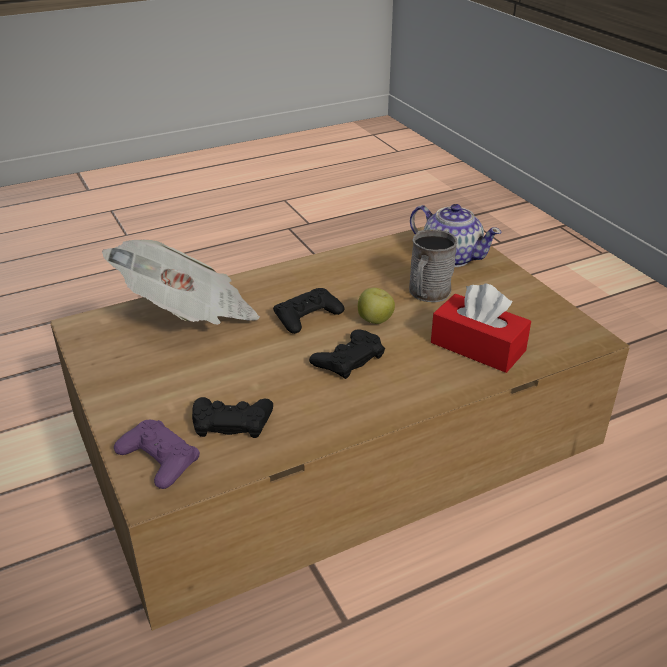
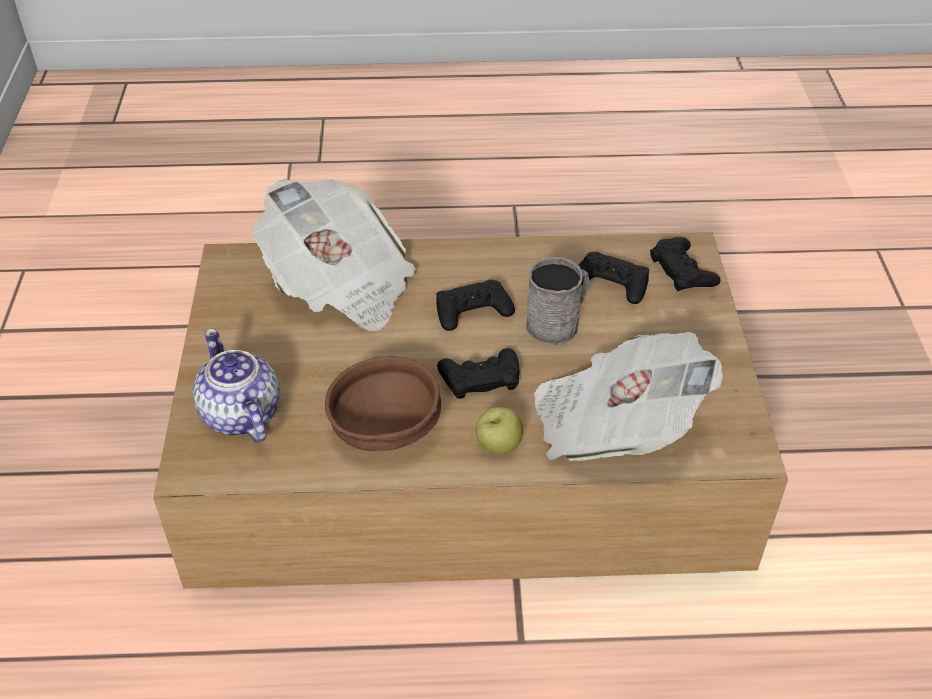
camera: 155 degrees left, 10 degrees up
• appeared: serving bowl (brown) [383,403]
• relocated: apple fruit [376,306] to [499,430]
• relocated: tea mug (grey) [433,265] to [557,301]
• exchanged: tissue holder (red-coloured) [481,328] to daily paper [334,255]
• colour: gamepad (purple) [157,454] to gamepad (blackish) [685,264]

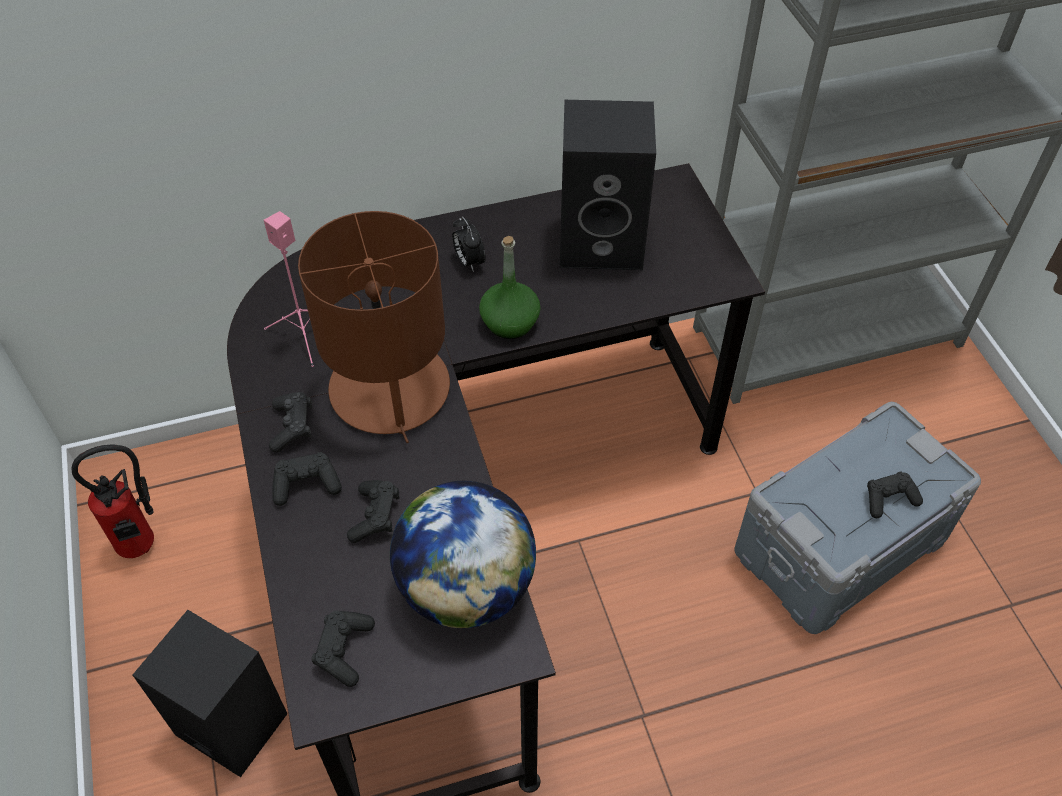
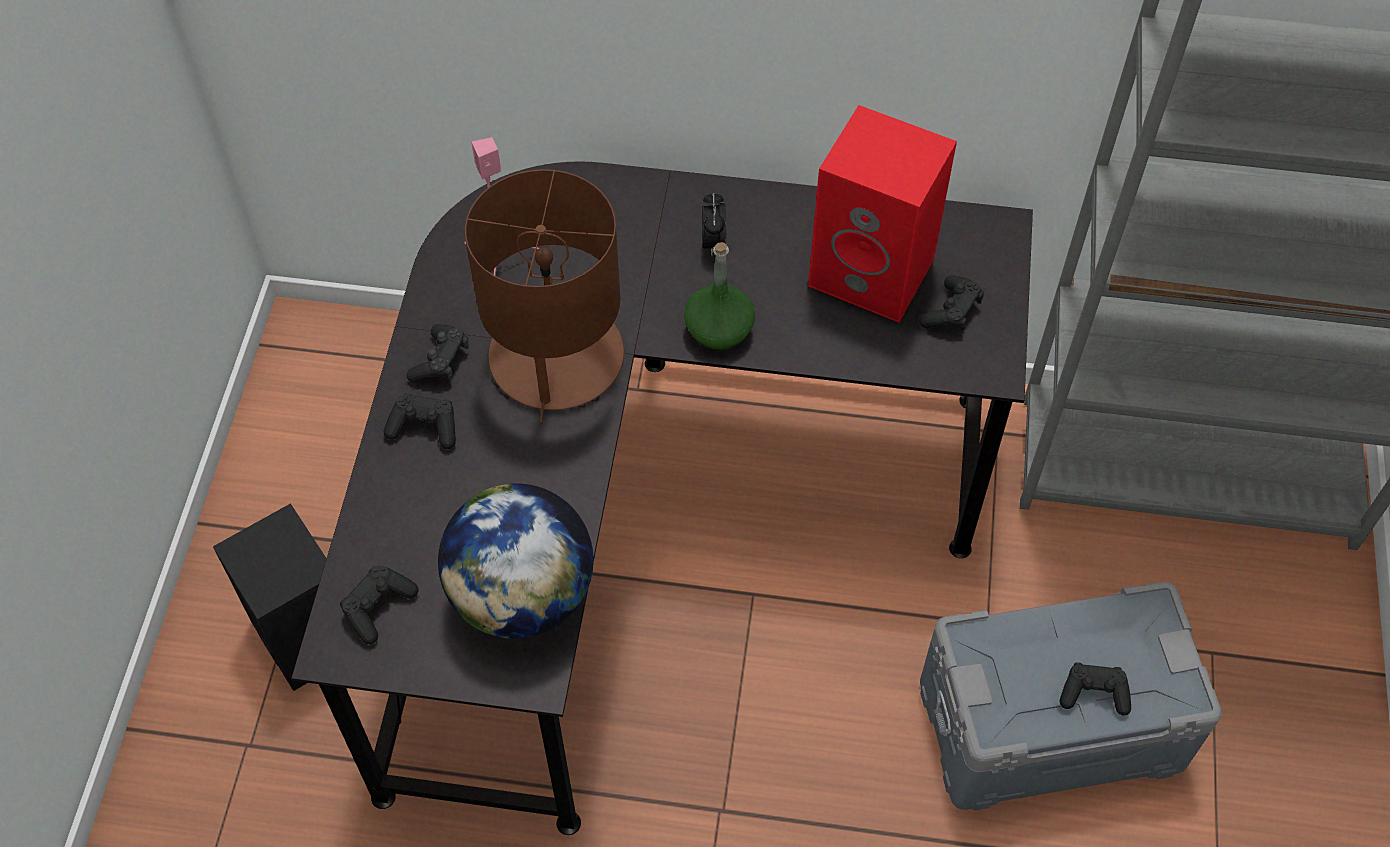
camera: 25 degrees right, 5 degrees up
• missing: fire-fighting cylinder [112,501]
• relocated: gamepad (blackish) [373,511] to [951,303]
• colour: loudspeaker (blackish) [608,185] to loudspeaker (red-coloured) [882,214]

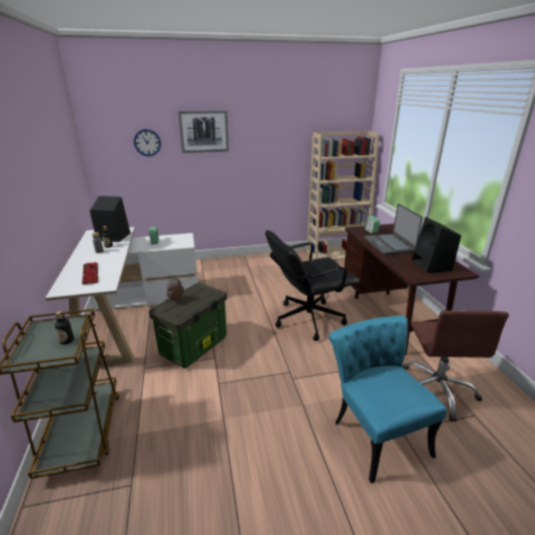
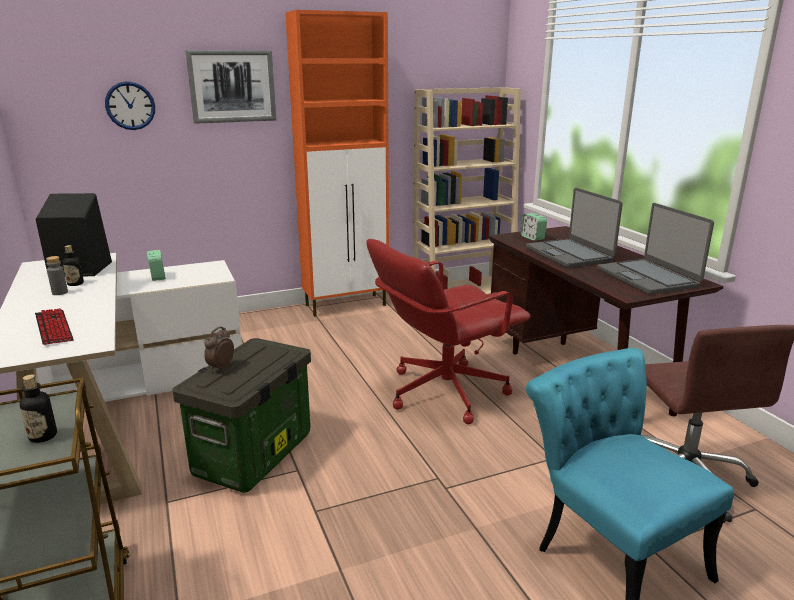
camera: 10 degrees left, 5 degrees down
• appeared: cabinet (orange-coloured) [337,163]
• exchanged: loudspeaker (blackish) [436,245] to notebook computer [655,249]
• colour: desk chair (blackish) [312,285] to desk chair (red-coloured) [448,331]

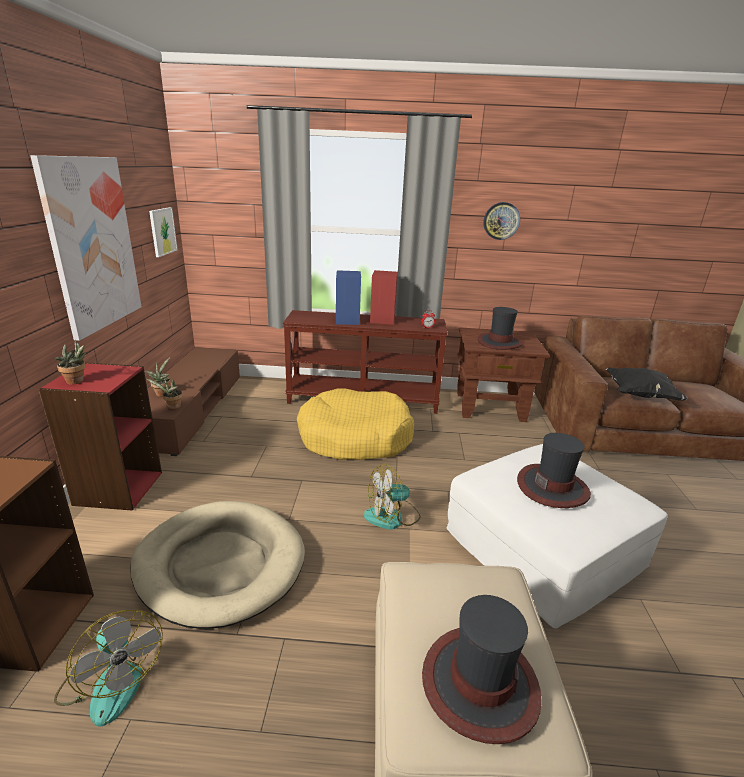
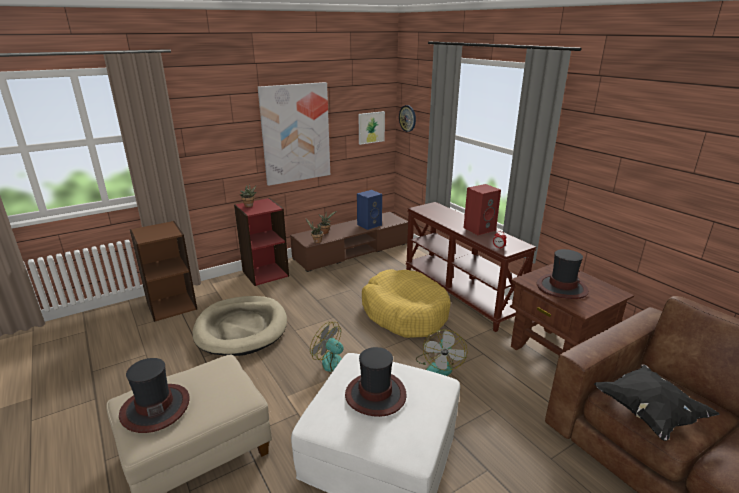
camera: 55 degrees right, 0 degrees up
• relocated: electric fan [108,668] to [441,352]
• relocated: loudspeaker (blue-coloured) [348,297] to [369,210]
• relocated: wall clock [501,221] to [407,118]

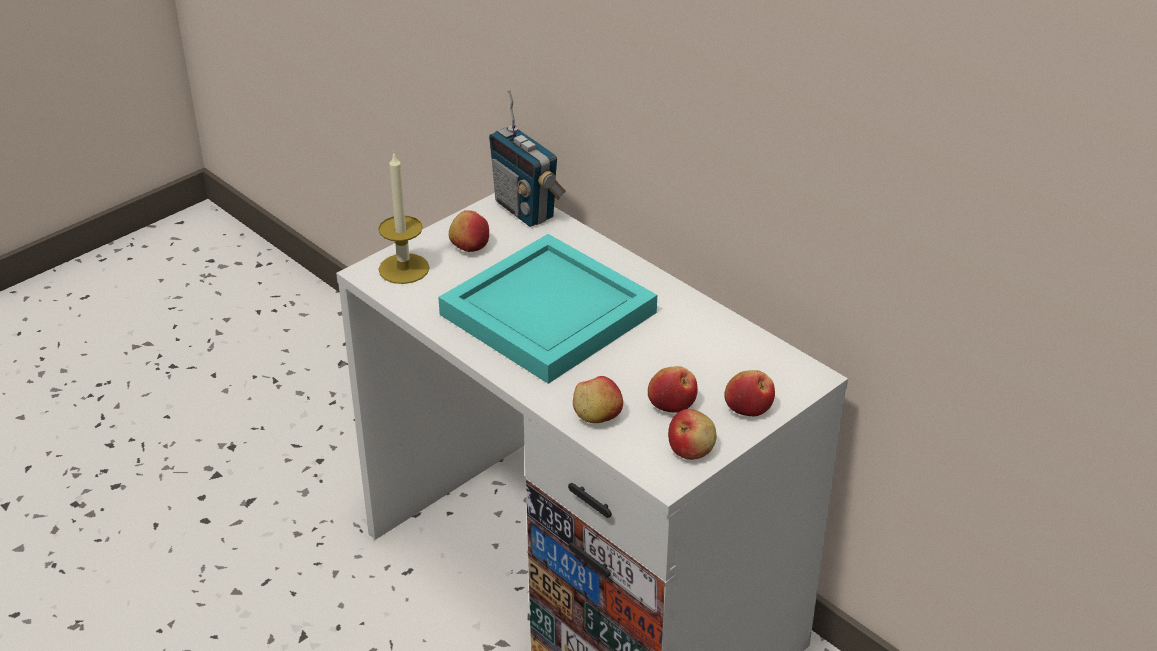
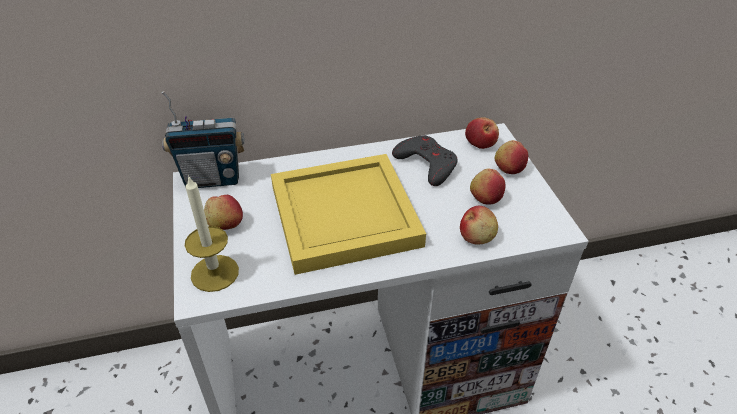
camera: 60 degrees left, 5 degrees up
• appeared: gamepad (grey) [424,160]
• relocated: apple fruit [692,434] to [482,133]
• colour: carrying tray (turquoise) [547,309] to carrying tray (yellowish) [348,214]

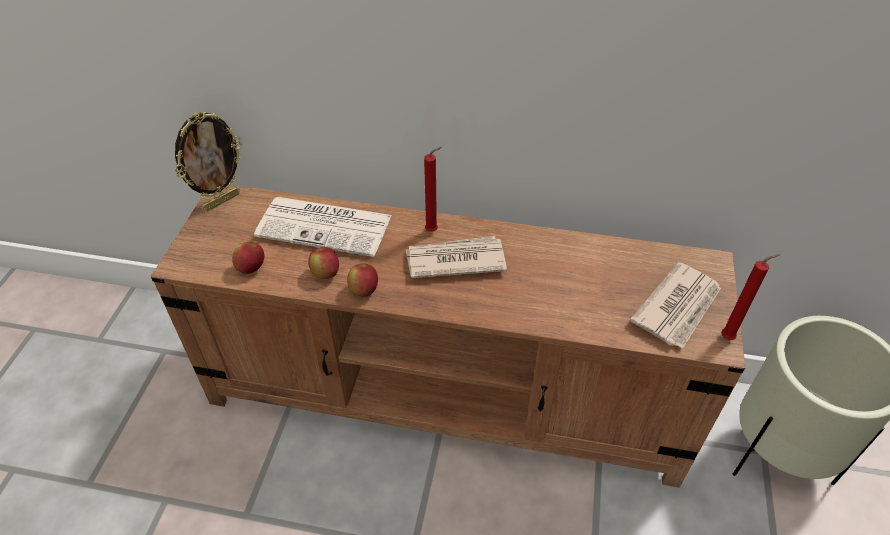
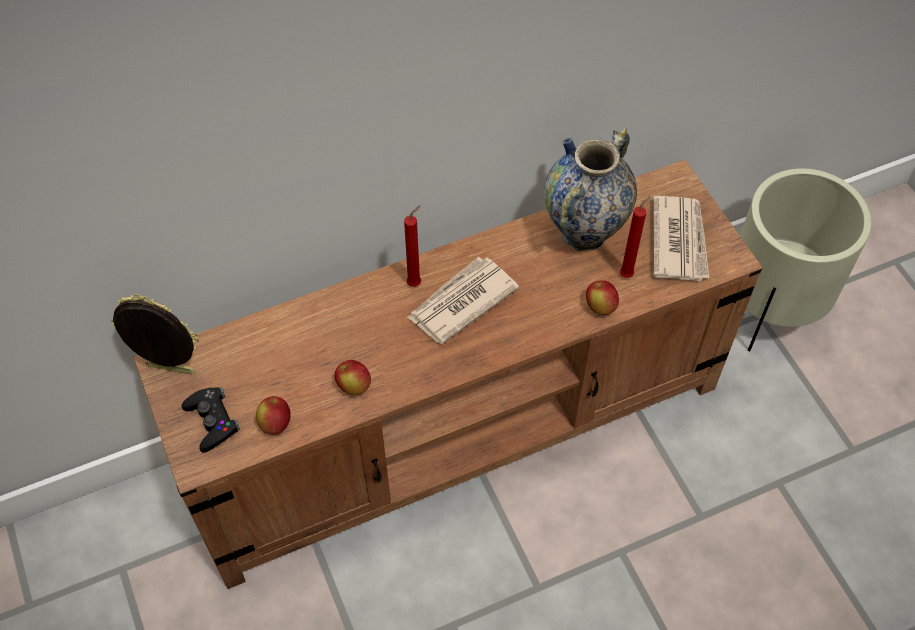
camera: 35 degrees left, 10 degrees up
• missing: daily paper [323,227]
• appeared: gamepad (blackish) [211,420]
• appeared: vase [590,189]
• relocated: apple fruit [362,279] to [602,297]
• relocated: candle (red-coloured) [750,297] to [635,237]
• spun: picture frame [208,161] = [155,334] 90 degrees counterclockwise

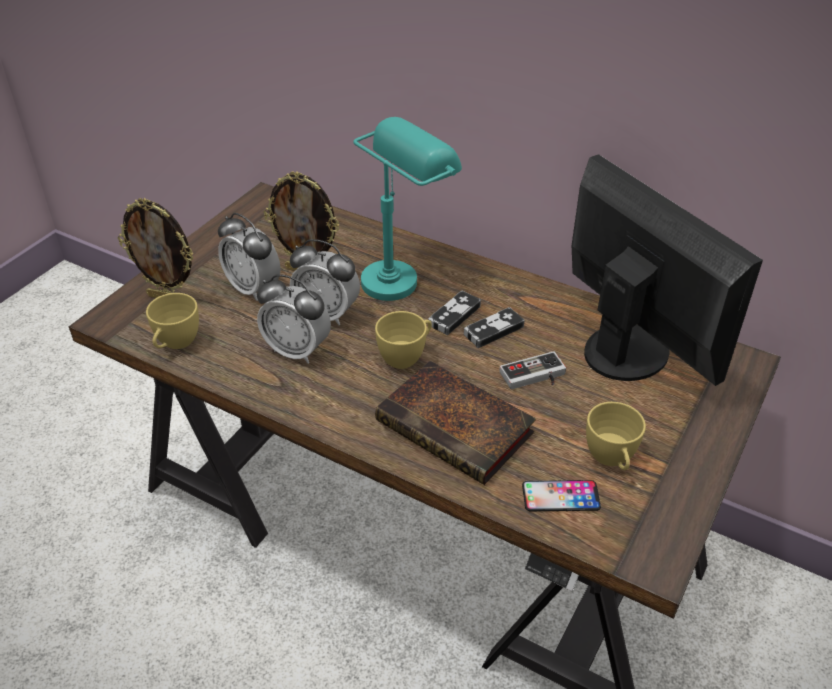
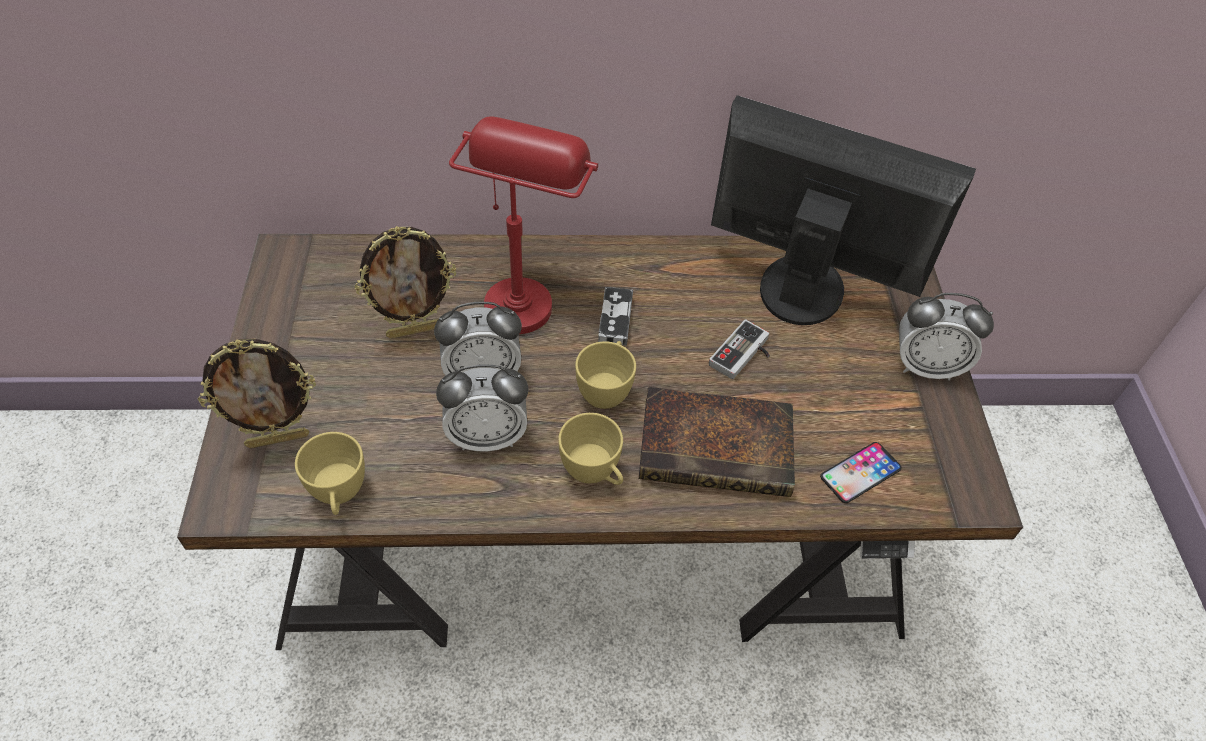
camera: 35 degrees left, 10 degrees up
• missing: gamepad [494,327]
• relocated: alarm clock [249,257] to [946,337]
• relocated: small cup (yellowish) [616,436] to [590,449]
• colour: lamp for a table (turquoise) [407,209] to lamp for a table (red-coloured) [523,225]

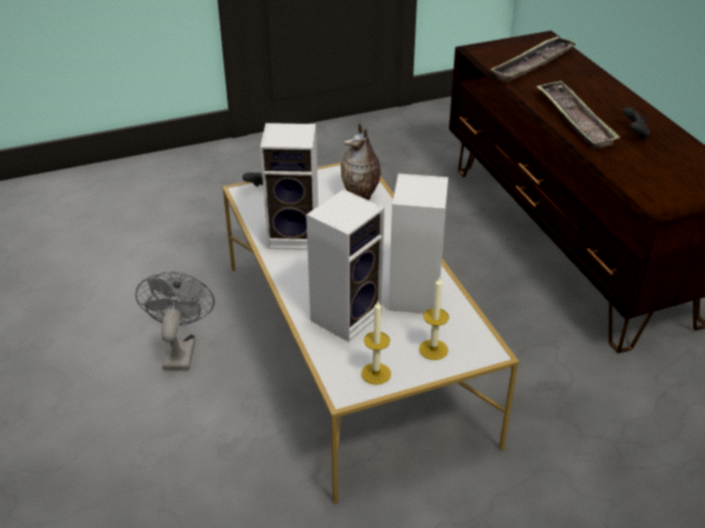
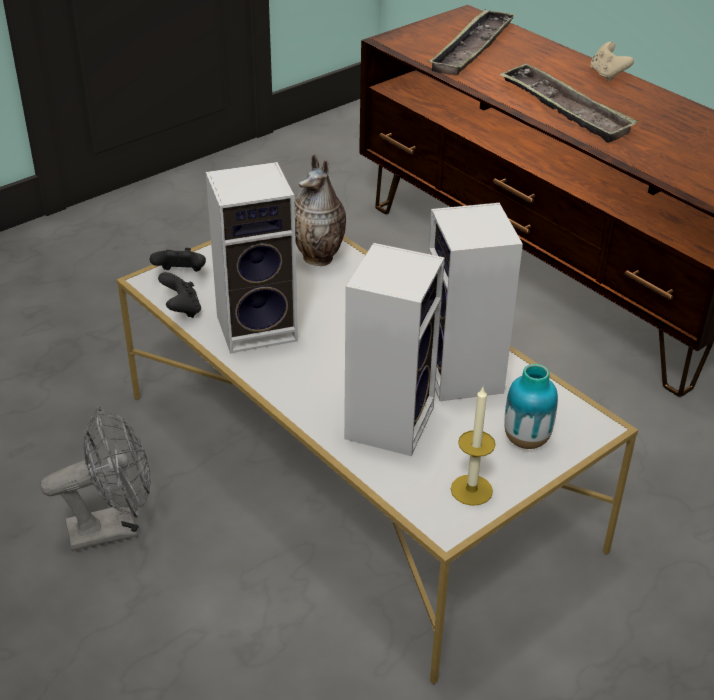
camera: 20 degrees left, 0 degrees up
• appeared: gamepad (beige) [612,62]
• relocated: gamepad (blackish) [636,123] to [179,295]
• exchanged: candle [434,319] to vase [531,406]
• spun: electric fan (grey) [174,320] = [95,479] 90 degrees clockwise

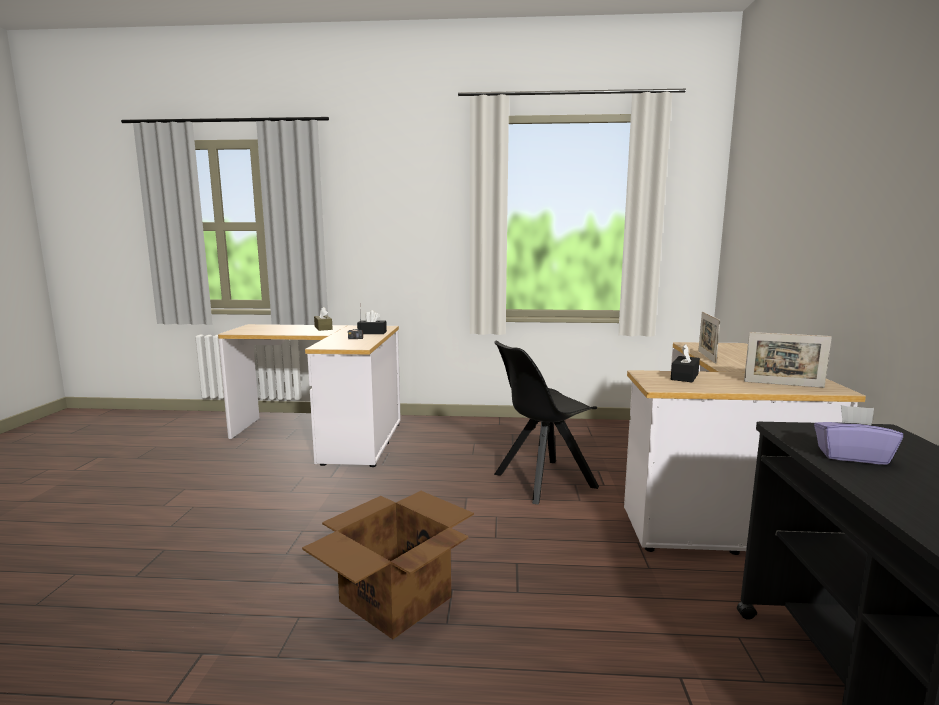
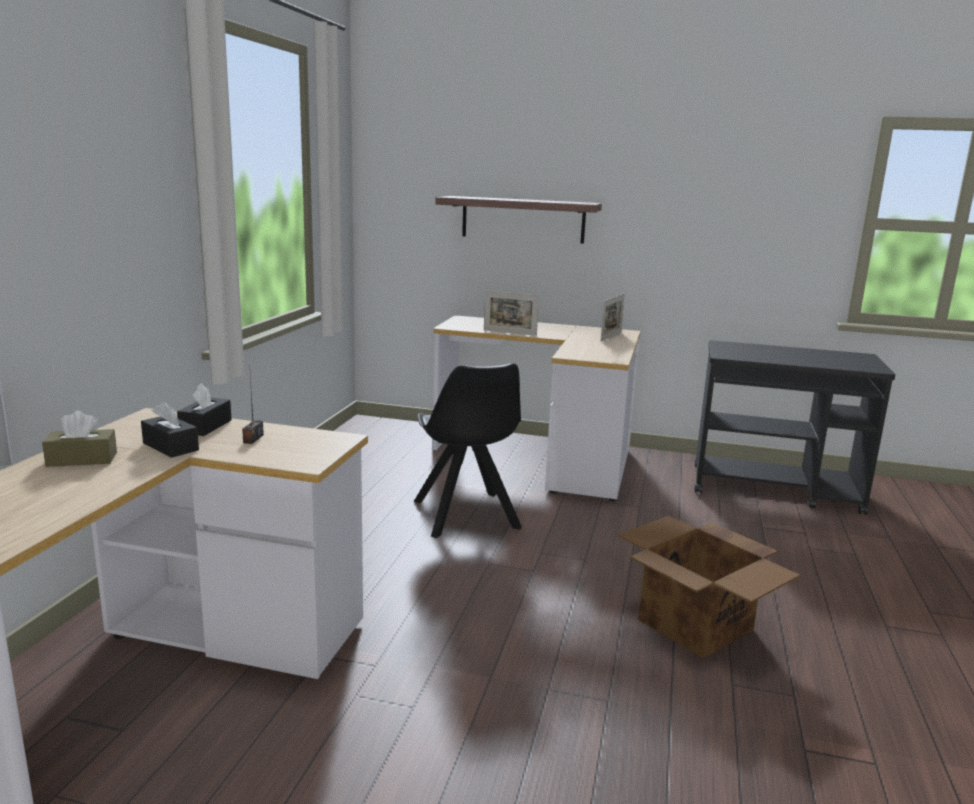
camera: 80 degrees left, 5 degrees up
• missing: tissue holder (purple) [858,435]
• appeared: shelf [518,220]
• relocated: tissue holder (blackish) [685,363] to [170,429]

